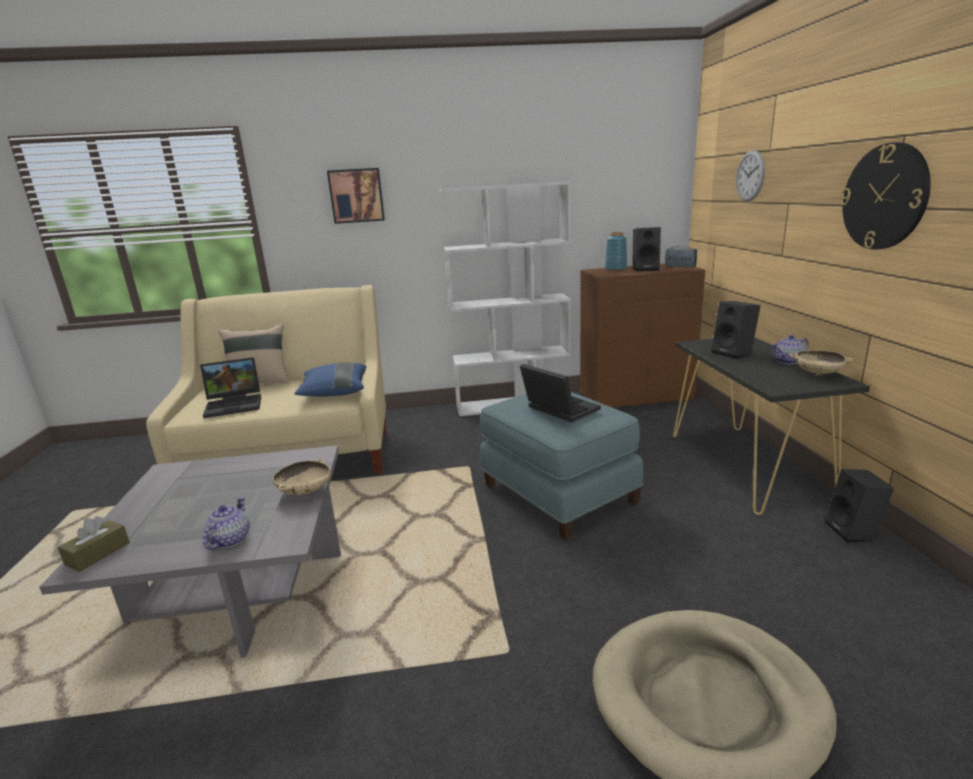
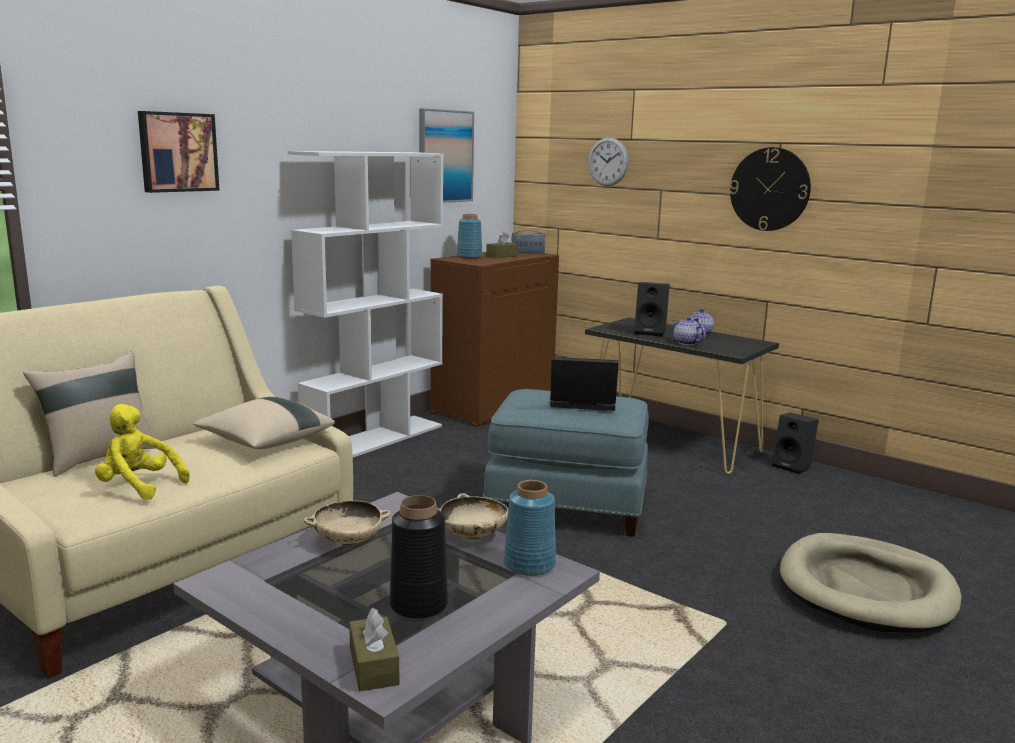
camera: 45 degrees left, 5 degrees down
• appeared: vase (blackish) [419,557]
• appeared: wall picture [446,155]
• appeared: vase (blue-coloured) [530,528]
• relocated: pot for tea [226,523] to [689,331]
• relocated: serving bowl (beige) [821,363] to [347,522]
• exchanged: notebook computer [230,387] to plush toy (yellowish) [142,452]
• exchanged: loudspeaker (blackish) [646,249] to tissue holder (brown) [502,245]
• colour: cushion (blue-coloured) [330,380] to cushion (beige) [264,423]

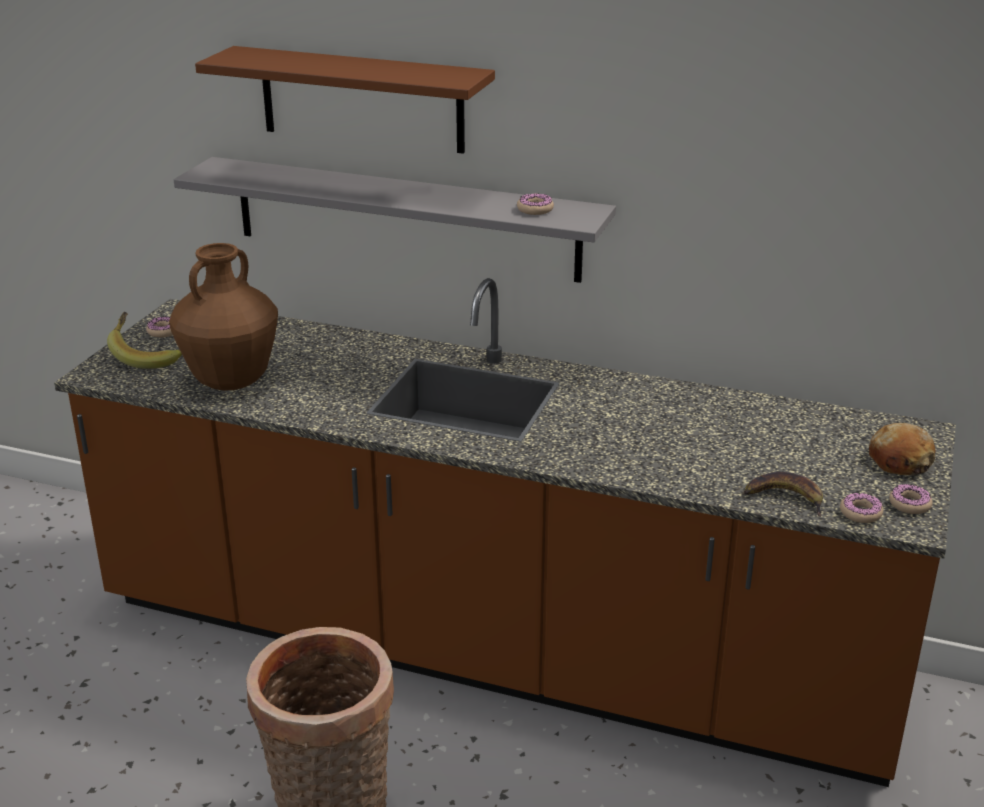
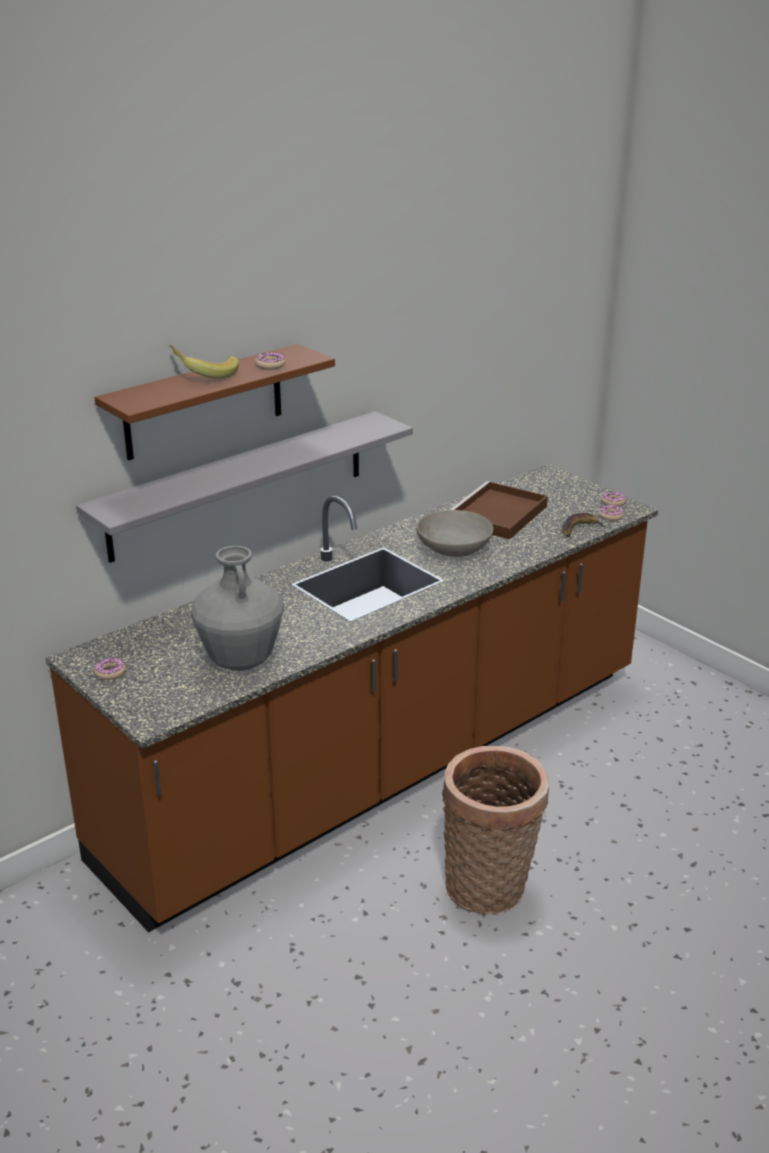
camera: 60 degrees left, 0 degrees up
• missing: baked bread [902,449]
• appeared: serving bowl (grey) [454,533]
• appeared: carrying tray (brown) [499,510]
• relocated: whole banana [144,340] to [204,362]
• relocated: doughnut [535,204] to [270,361]
• colour: vase (brown) [223,317] to vase (grey) [237,608]

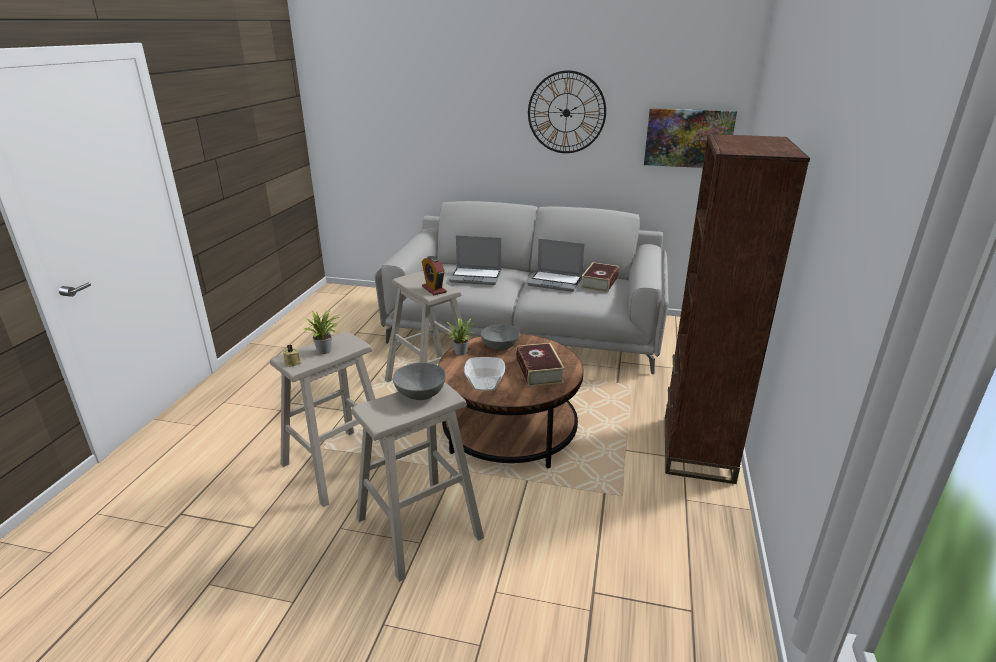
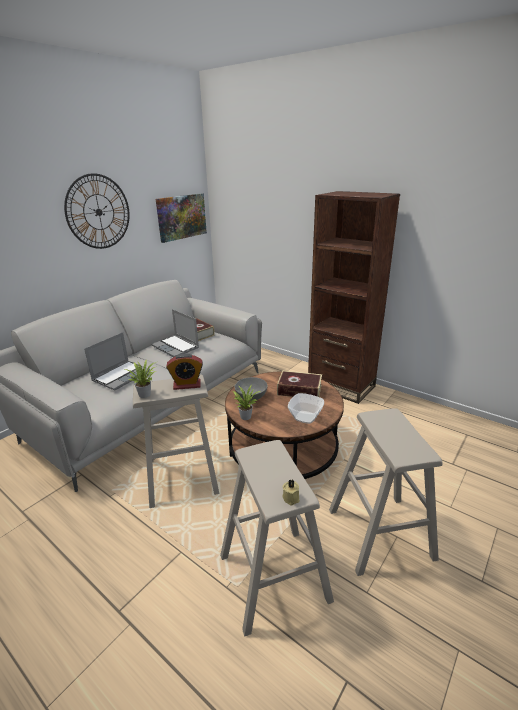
camera: 65 degrees left, 0 degrees up
• missing: serving bowl (grey) [419,381]
• relocated: plant in a pot [322,332] to [140,378]
• spun: notebook computer [555,265] = [175,333] 90 degrees clockwise

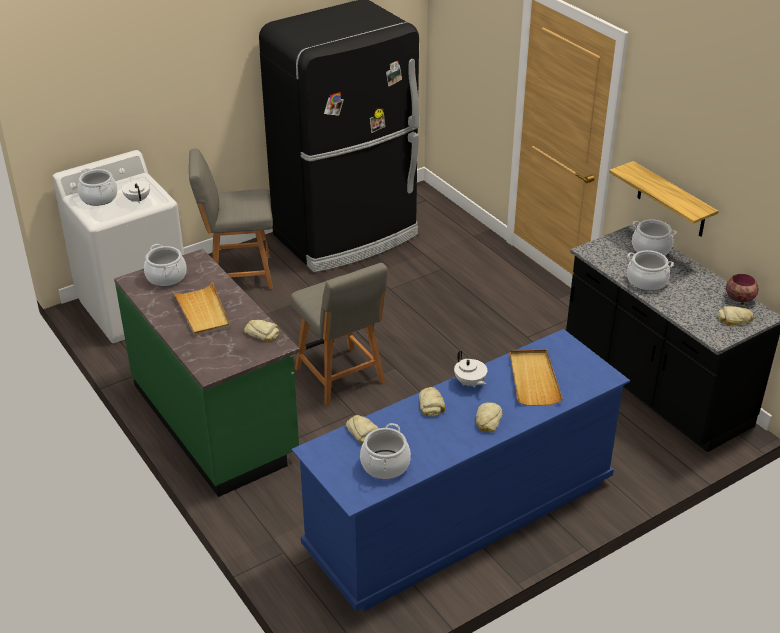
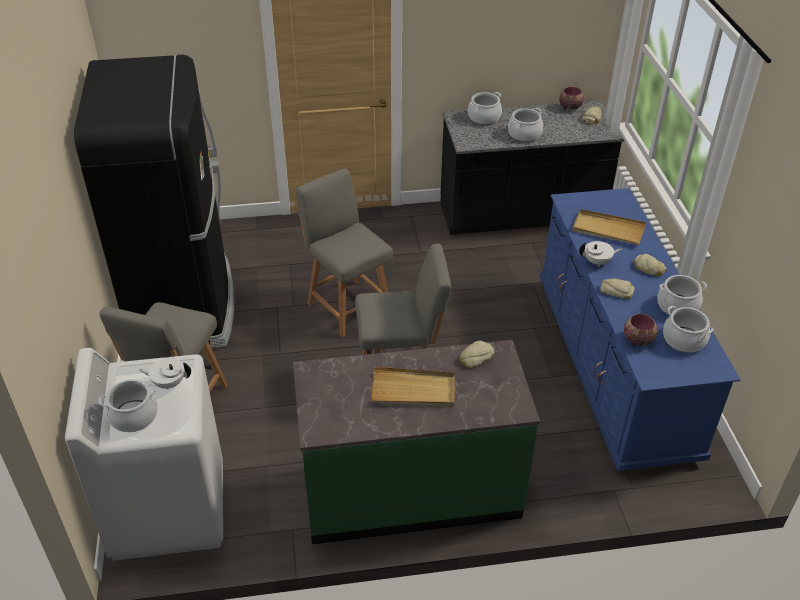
camera: 65 degrees left, 5 degrees up
• missing: shelf [663,199]
• appeared: upright chair (grey) [344,253]
• relocated: stockpot [165,265] to [682,295]
• exchanged: baked bread [362,429] to serving bowl [641,330]

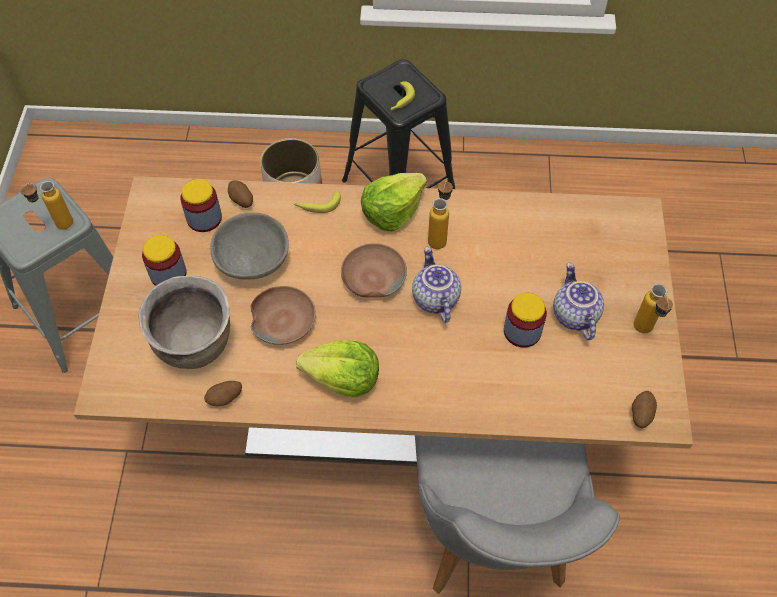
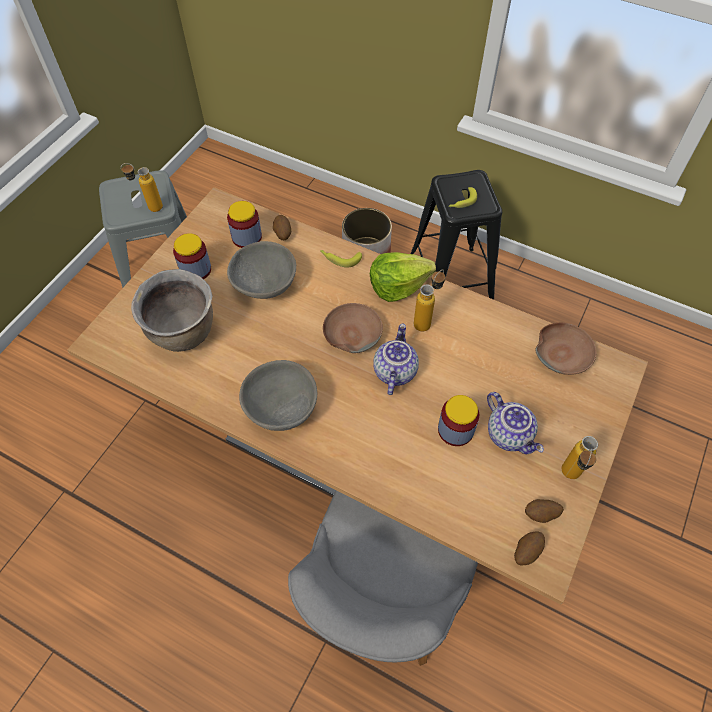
camera: 25 degrees right, 0 degrees up
• relocated: whole potato [223,393] to [544,511]
• relocated: serving bowl (brown) [283,315] to [565,349]
• exchanged: lettuce head [337,368] to serving bowl (grey) [278,395]
• spun: pot for tea [578,301] = [515,423] 135 degrees clockwise

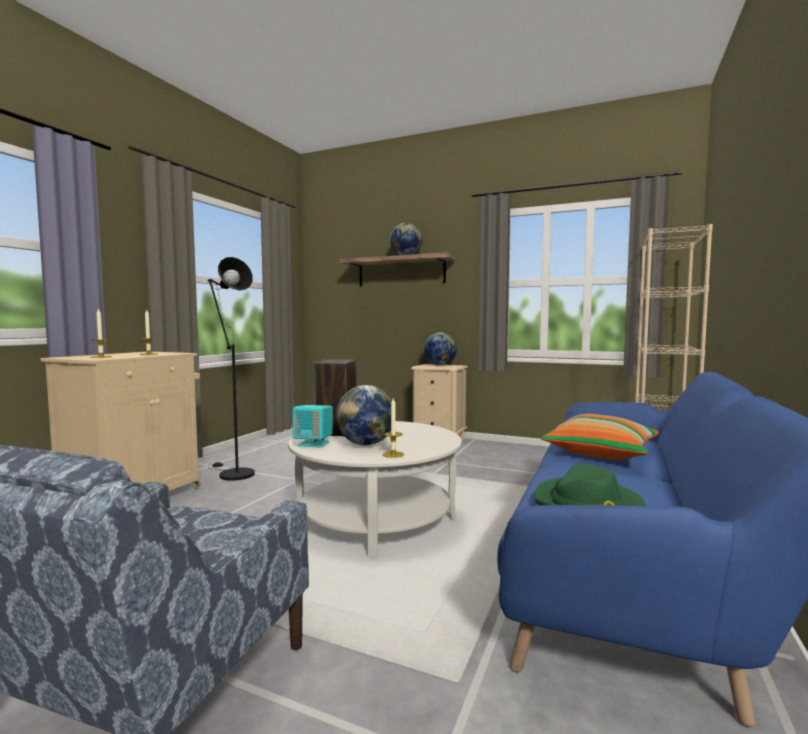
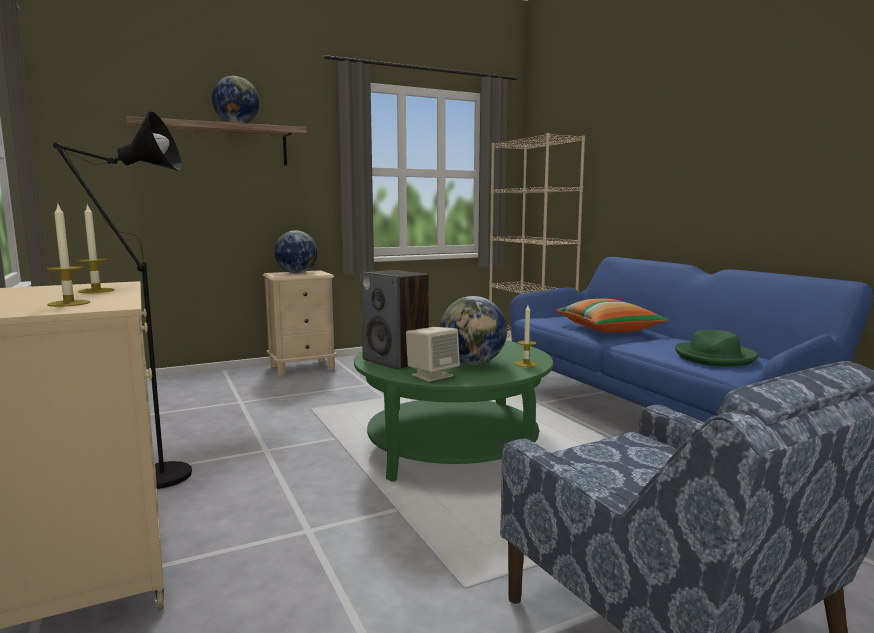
camera: 50 degrees left, 5 degrees up
• colour: low table (white) [375,490] to low table (green-coloured) [453,411]
• colour: loudspeaker (turquoise) [312,426] to loudspeaker (beige) [433,354]

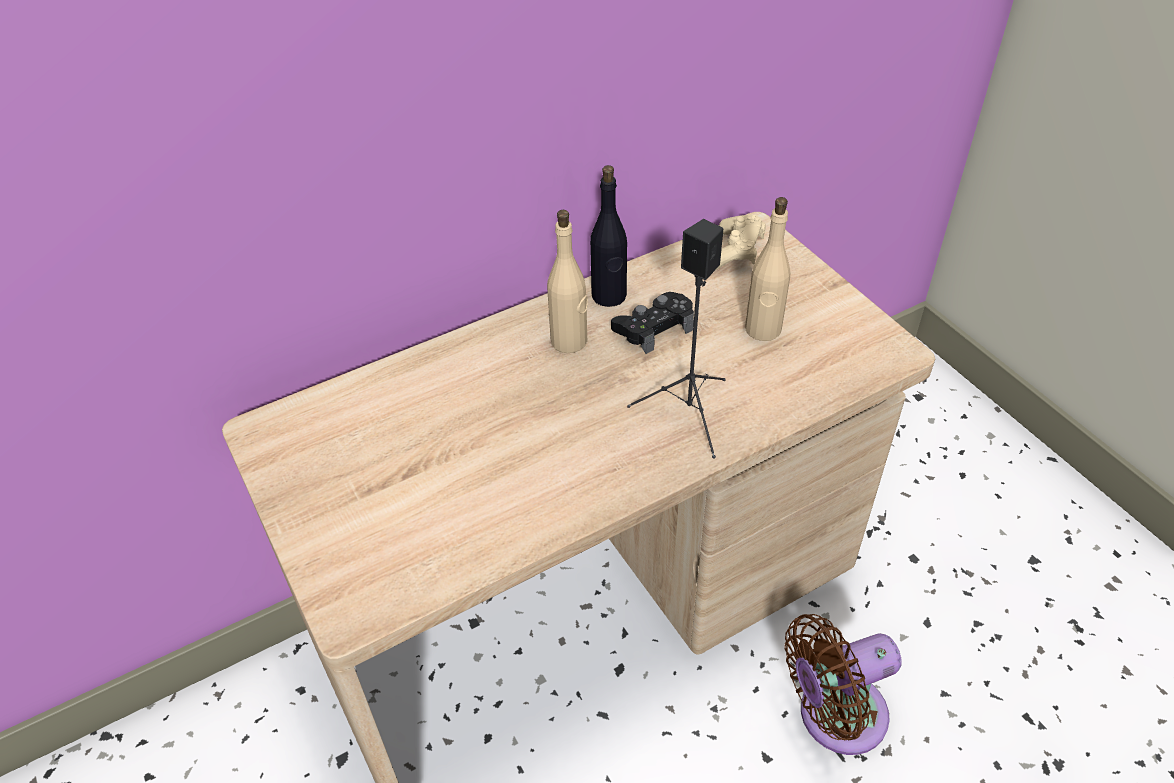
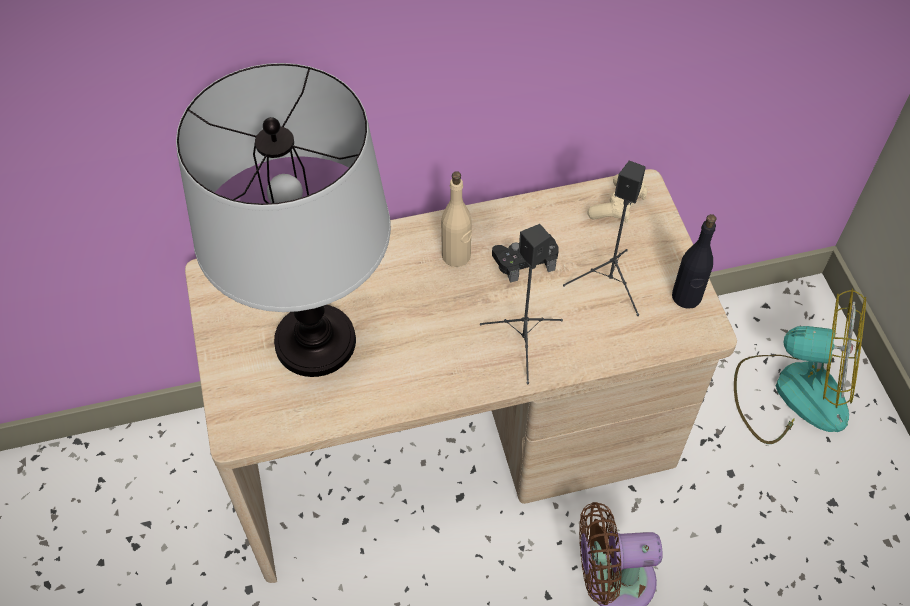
camera: 15 degrees right, 10 degrees up
• appeared: lamp for a table [283,220]
• appeared: electric fan [800,366]
• relocated: beverage bottle (blackish) [608,236] to [694,261]
• exchanged: beverage bottle (beige) [768,269] to loudspeaker (blackish) [604,238]

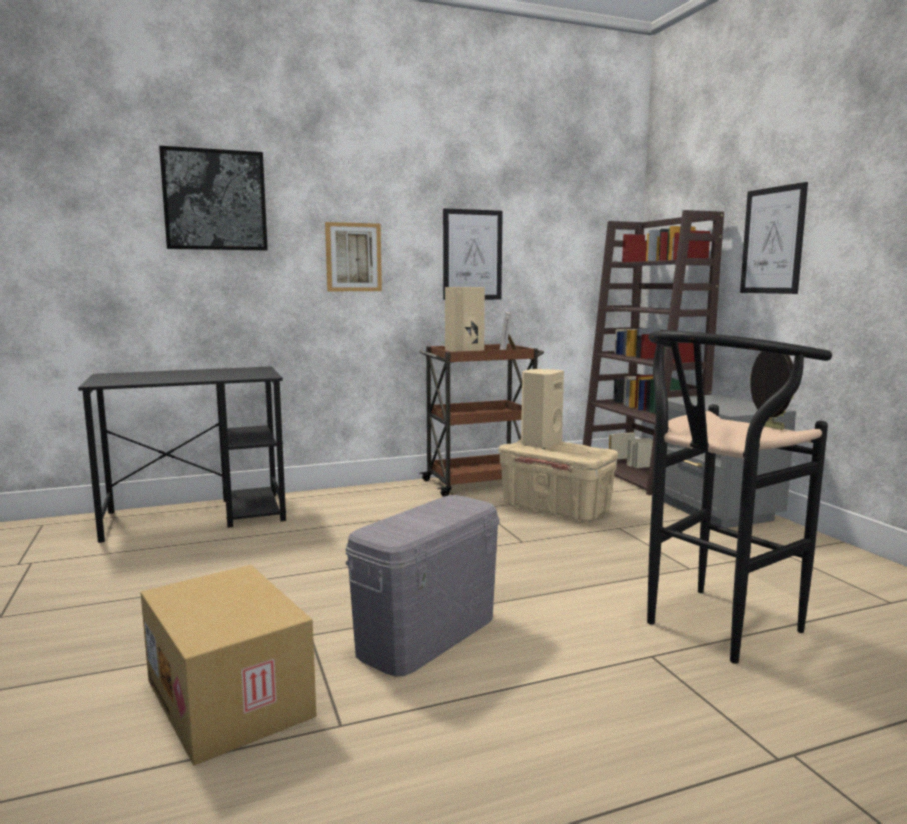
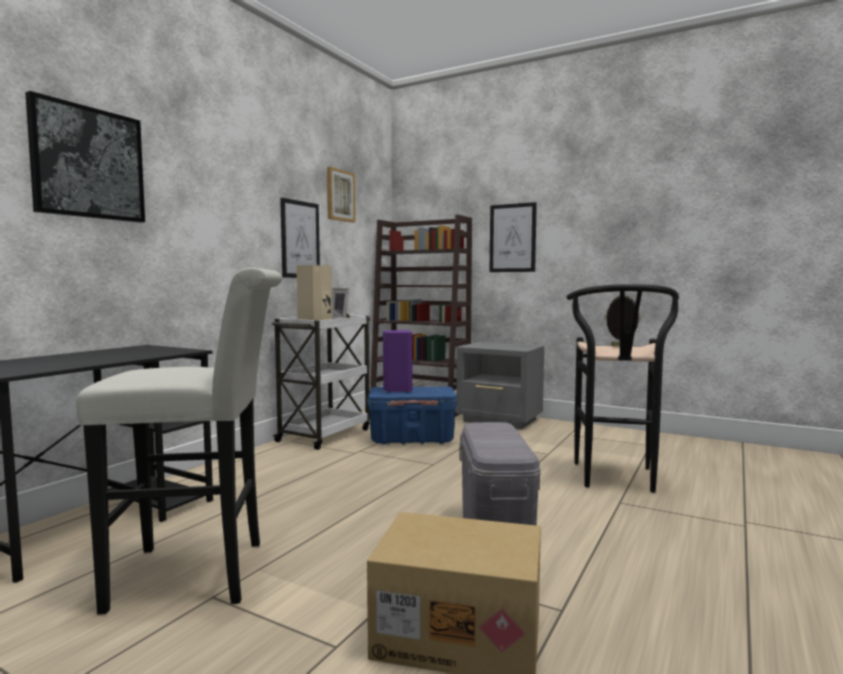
camera: 40 degrees left, 5 degrees down
• appeared: sitting stool (white) [179,441]
• relocated: wall picture [353,256] to [341,195]
• colour: cart (brown) [481,420] to cart (white) [320,382]
• colour: storage container (beige) [558,480] to storage container (blue-coloured) [412,415]
• colour: loudspeaker (beige) [542,409] to loudspeaker (purple) [398,361]

